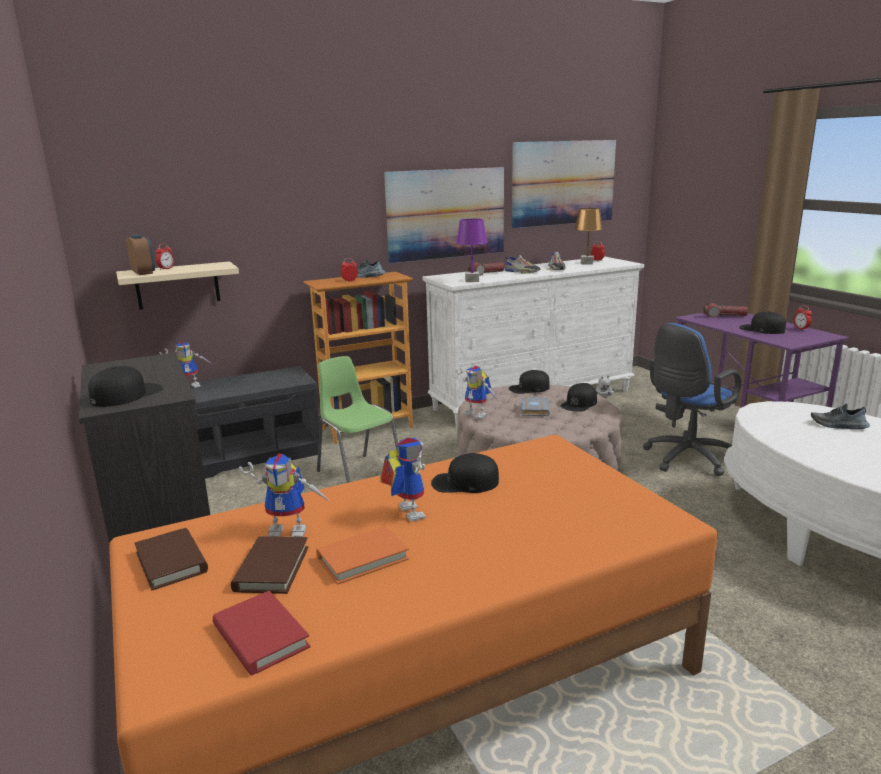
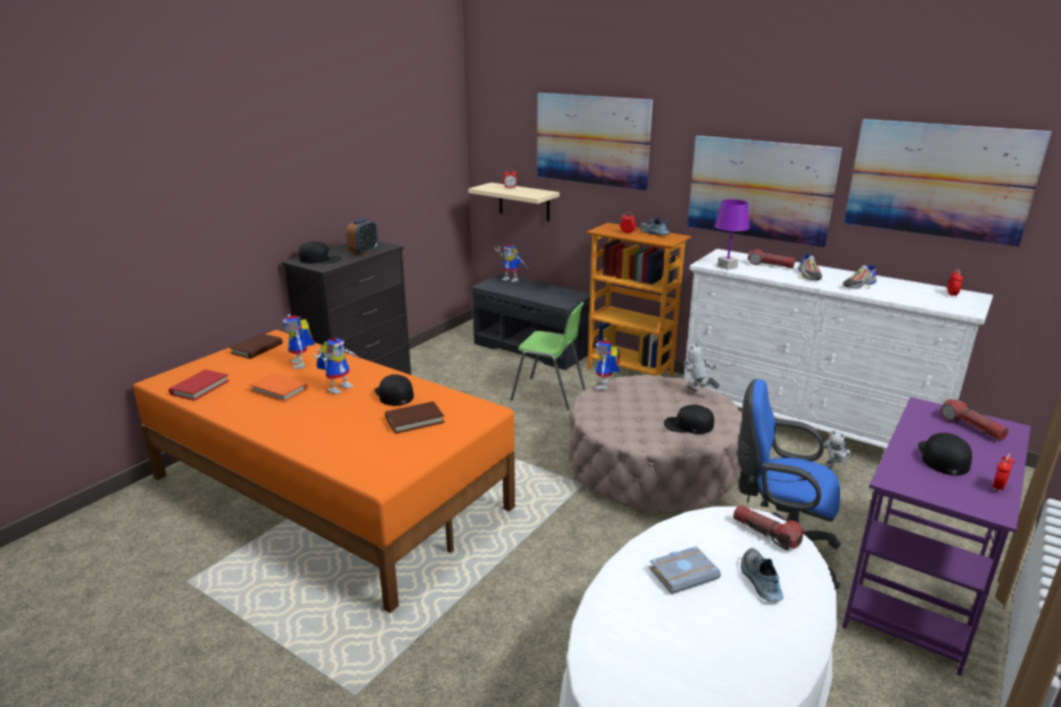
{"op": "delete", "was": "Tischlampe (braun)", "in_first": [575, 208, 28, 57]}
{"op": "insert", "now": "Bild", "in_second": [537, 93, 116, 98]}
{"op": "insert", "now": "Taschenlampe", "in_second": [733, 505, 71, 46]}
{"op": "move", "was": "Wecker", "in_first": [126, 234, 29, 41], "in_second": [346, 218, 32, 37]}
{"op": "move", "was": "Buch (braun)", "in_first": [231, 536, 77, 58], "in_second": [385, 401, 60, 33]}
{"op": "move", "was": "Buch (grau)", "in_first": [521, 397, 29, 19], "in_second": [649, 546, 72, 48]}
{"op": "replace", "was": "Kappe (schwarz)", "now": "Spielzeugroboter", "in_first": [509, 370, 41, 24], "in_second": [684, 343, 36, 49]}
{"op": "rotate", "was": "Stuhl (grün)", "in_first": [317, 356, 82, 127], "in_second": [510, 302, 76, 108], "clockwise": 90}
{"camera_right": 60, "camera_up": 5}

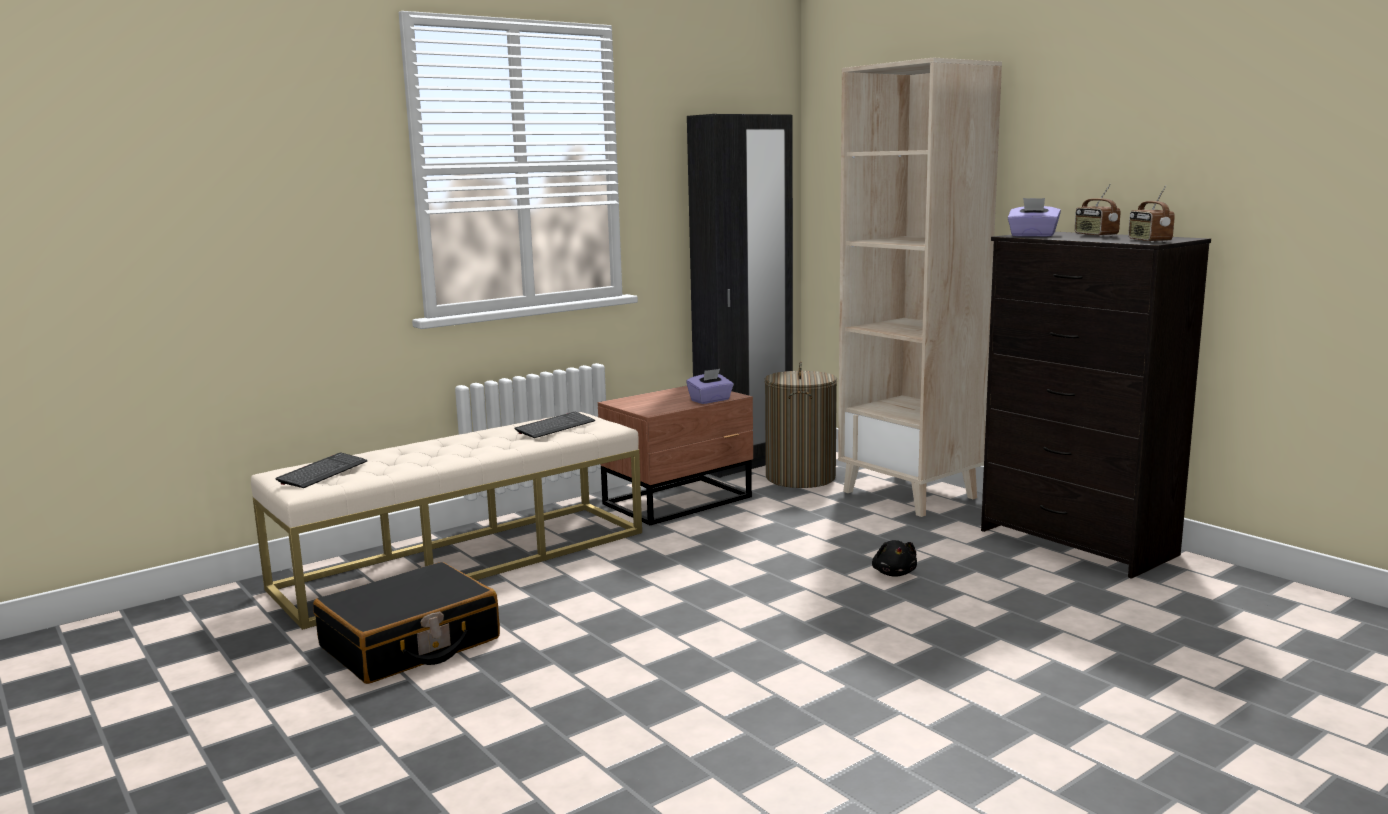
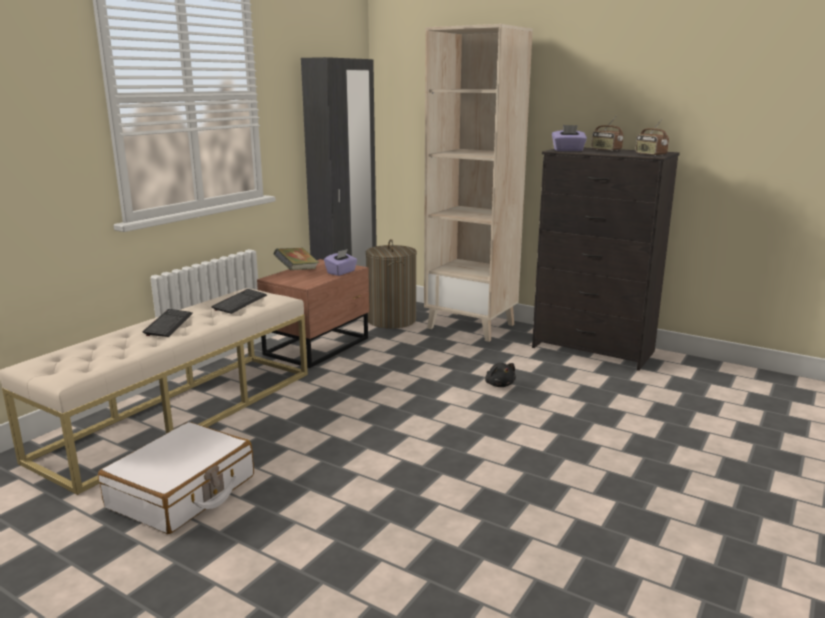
{"op": "insert", "now": "Buch", "in_second": [274, 248, 45, 22]}
{"op": "move", "was": "Tastatur", "in_first": [275, 453, 93, 35], "in_second": [143, 309, 50, 28]}
{"op": "recolor", "was": "Koffer (schwarz)", "now": "Koffer (weiß)", "in_first": [313, 562, 187, 122], "in_second": [98, 422, 156, 112]}
{"camera_right": -20, "camera_up": 5}

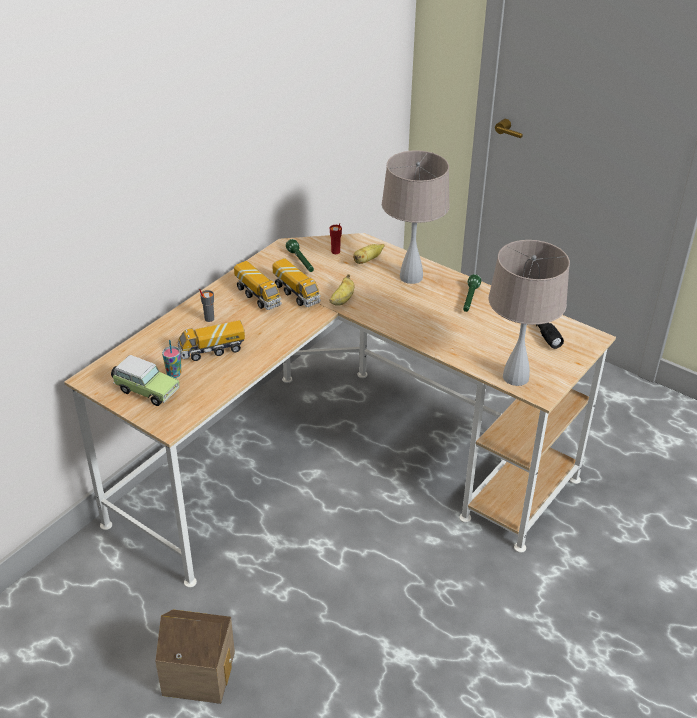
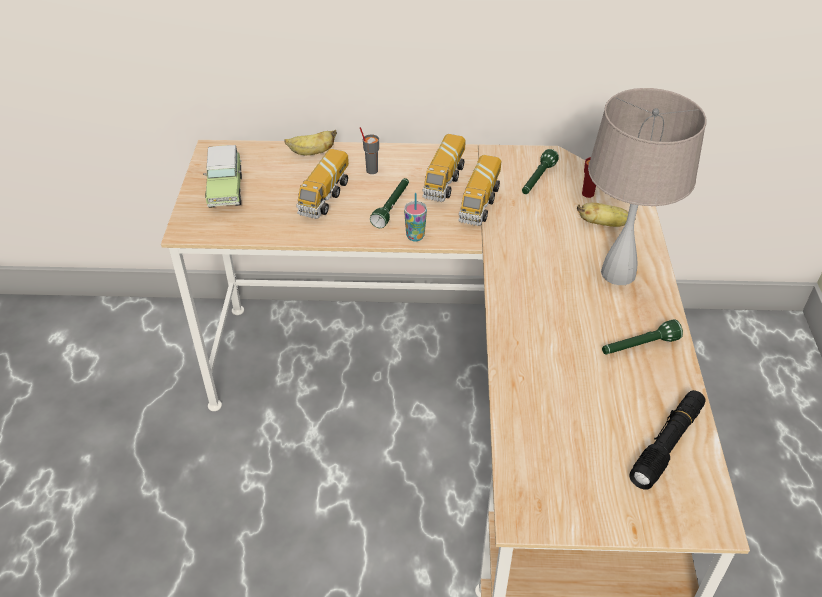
{"op": "delete", "was": "Spielzeughaus", "in_first": [155, 609, 80, 95]}
{"op": "delete", "was": "Tischlampe (beige)", "in_first": [488, 240, 82, 146]}
{"op": "insert", "now": "Taschenlampe (grün)", "in_second": [370, 178, 39, 50]}
{"op": "move", "was": "Tasse", "in_first": [162, 340, 19, 38], "in_second": [404, 193, 23, 48]}
{"op": "move", "was": "Banane", "in_first": [329, 274, 26, 32], "in_second": [284, 130, 53, 25]}
{"op": "rotate", "was": "Spielzeuglaster", "in_first": [178, 320, 67, 41], "in_second": [296, 149, 53, 70], "clockwise": -105}
{"camera_right": 55, "camera_up": 5}

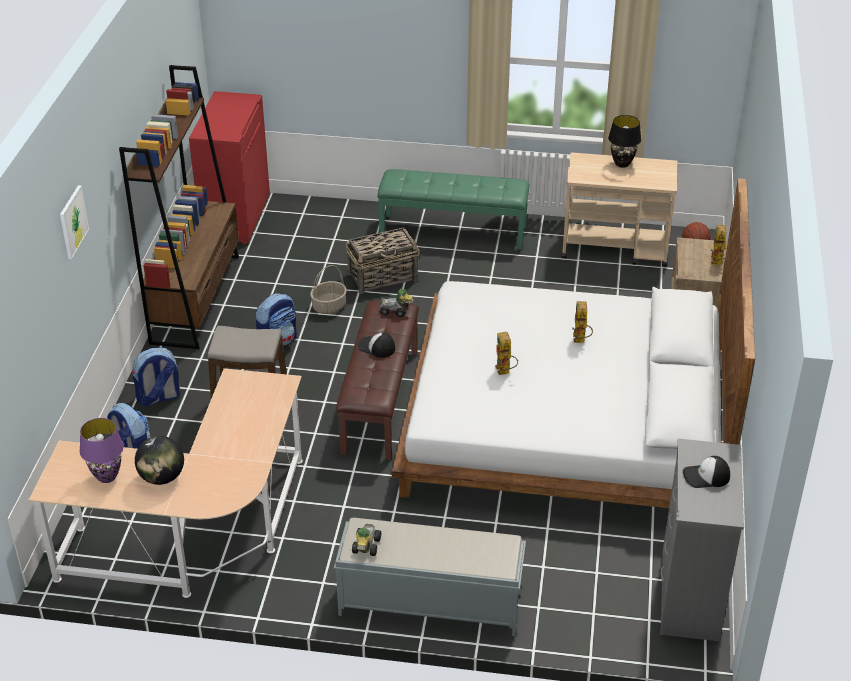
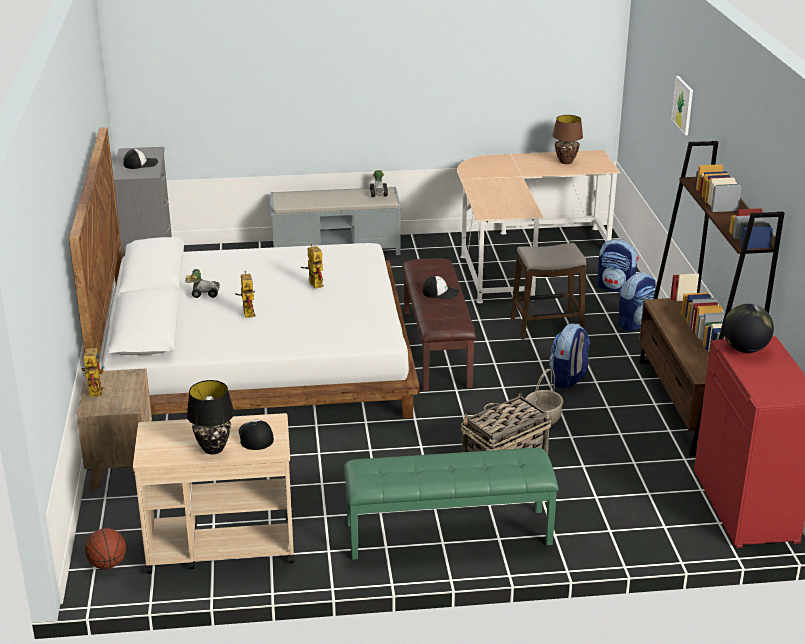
{"op": "insert", "now": "Kappe", "in_second": [239, 420, 35, 30]}
{"op": "move", "was": "Globus", "in_first": [135, 436, 49, 49], "in_second": [723, 304, 51, 49]}
{"op": "move", "was": "Spielzeugauto", "in_first": [380, 289, 33, 28], "in_second": [185, 269, 35, 29]}
{"op": "recolor", "was": "Tischlampe (lila)", "now": "Tischlampe (braun)", "in_first": [79, 418, 45, 65], "in_second": [552, 115, 31, 49]}
{"camera_right": 165, "camera_up": -10}

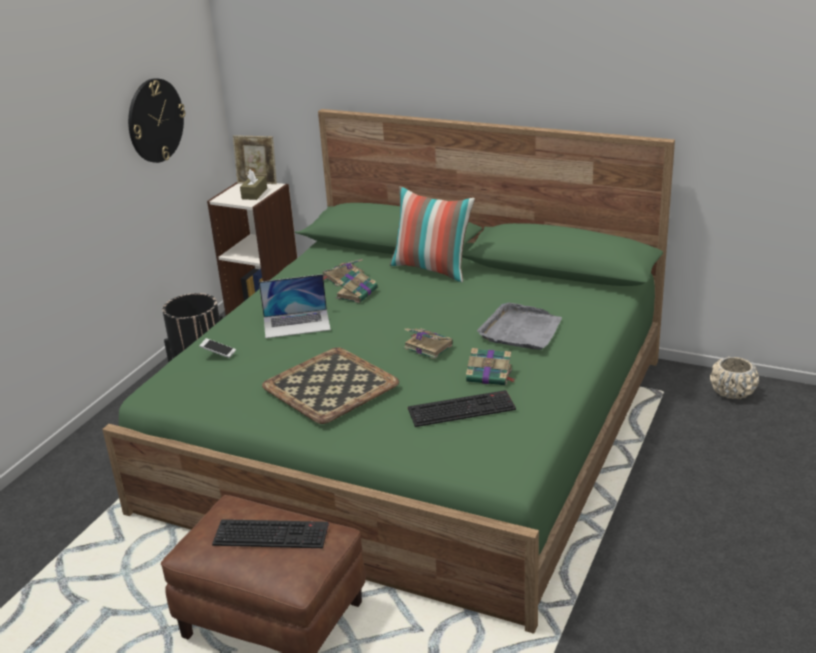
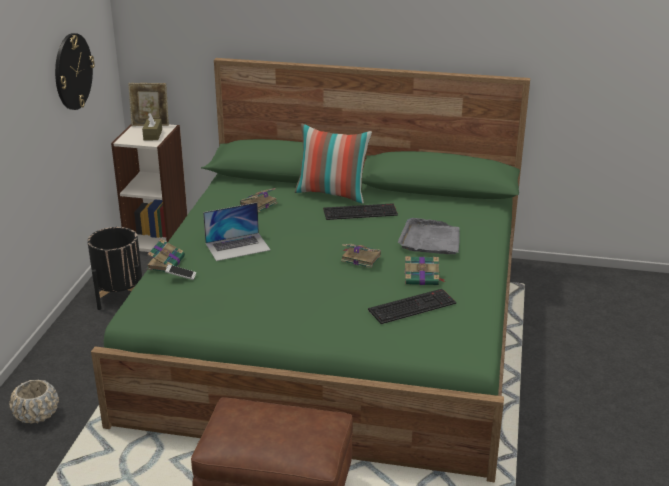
{"op": "delete", "was": "Tablett", "in_first": [262, 347, 137, 77]}
{"op": "move", "was": "Tastatur", "in_first": [212, 519, 117, 29], "in_second": [323, 203, 75, 17]}
{"op": "move", "was": "Buch", "in_first": [336, 268, 42, 35], "in_second": [146, 239, 39, 32]}
{"op": "move", "was": "Pflanzkübel (beige)", "in_first": [710, 357, 49, 42], "in_second": [9, 380, 50, 44]}
{"camera_right": -15, "camera_up": 0}

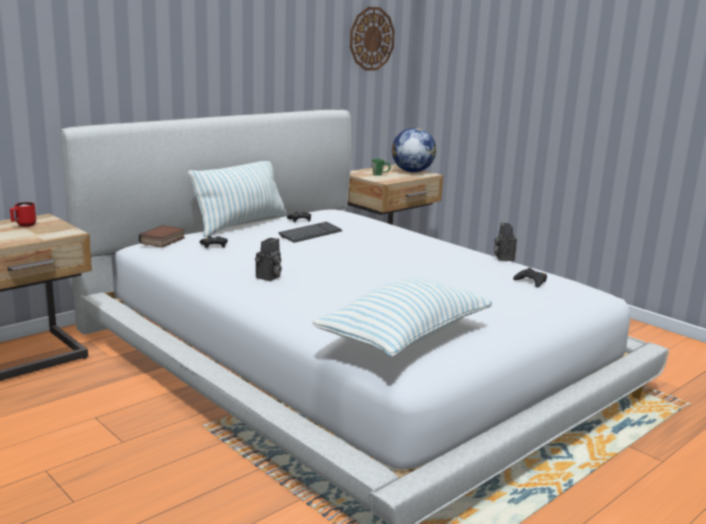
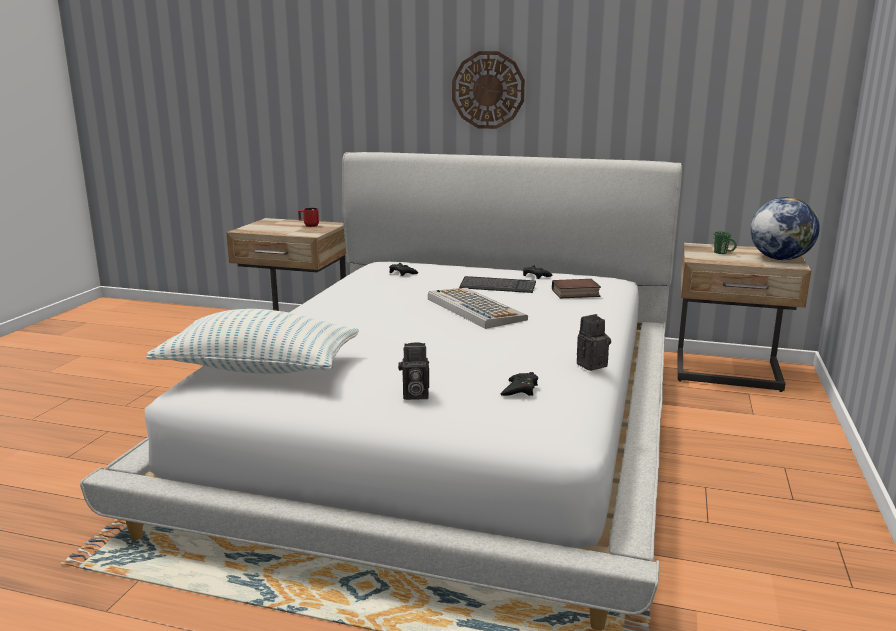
{"op": "delete", "was": "Kissen", "in_first": [188, 161, 99, 76]}
{"op": "insert", "now": "Tastatur", "in_second": [428, 288, 100, 41]}
{"op": "move", "was": "Buch", "in_first": [139, 225, 46, 23], "in_second": [552, 279, 49, 19]}
{"op": "move", "was": "Kamera", "in_first": [255, 238, 27, 43], "in_second": [398, 342, 31, 58]}
{"op": "move", "was": "Wanduhr", "in_first": [350, 7, 45, 64], "in_second": [452, 51, 73, 78]}
{"camera_right": 60, "camera_up": 0}

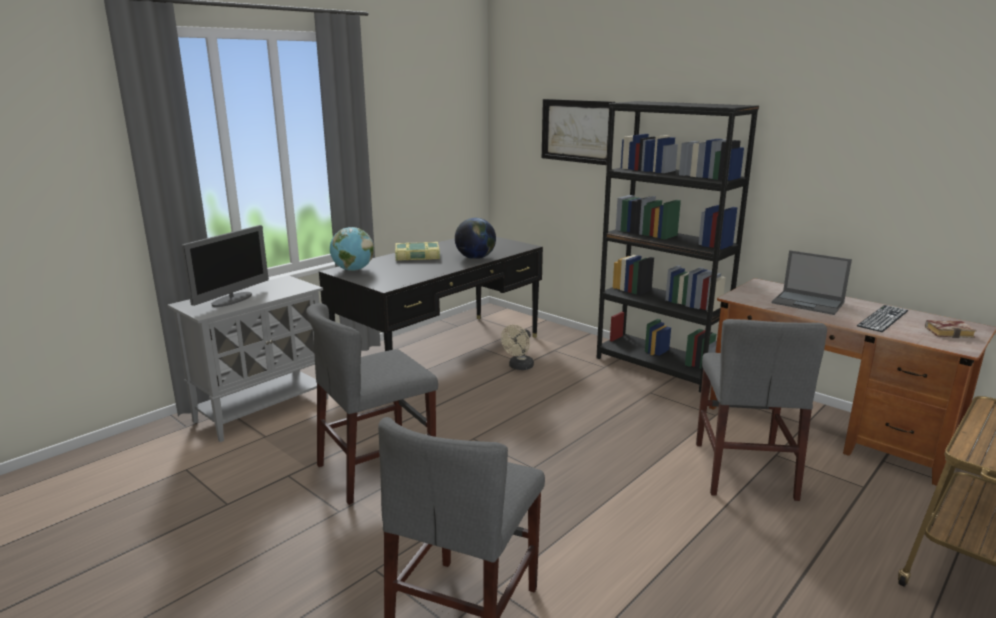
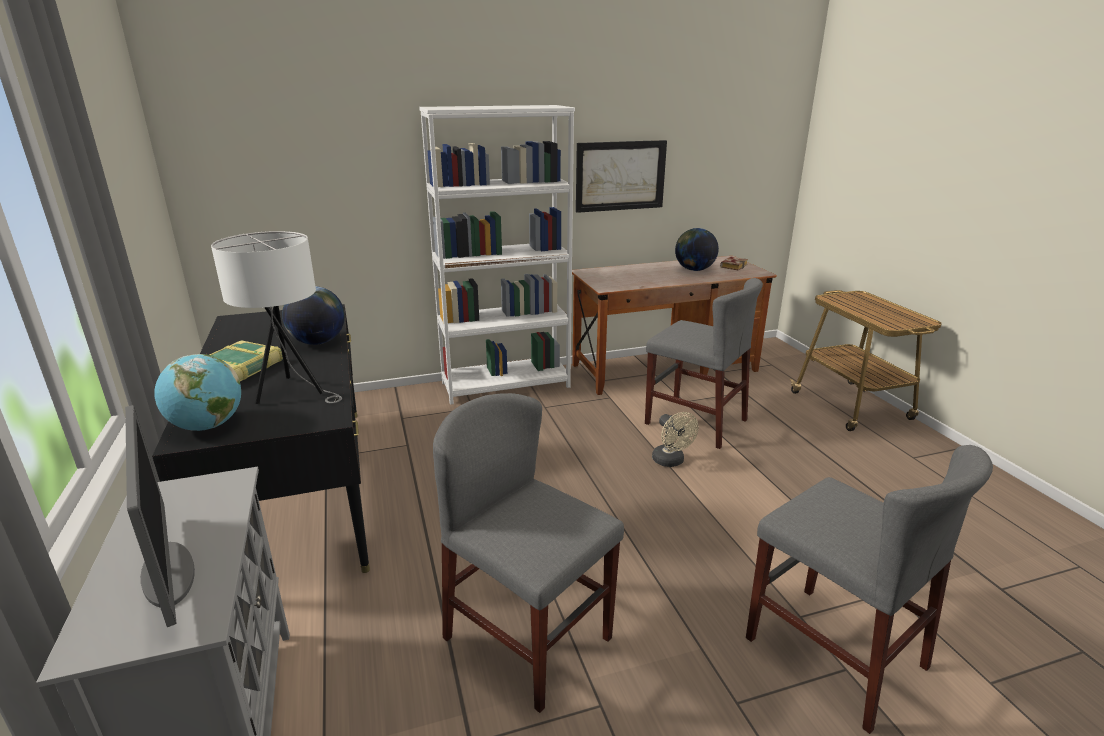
{"op": "delete", "was": "Laptop", "in_first": [772, 250, 80, 65]}
{"op": "insert", "now": "Tischlampe (weiß)", "in_second": [211, 231, 131, 173]}
{"op": "move", "was": "Ventilator (beige)", "in_first": [501, 325, 33, 45], "in_second": [652, 412, 47, 55]}
{"op": "move", "was": "Bild", "in_first": [542, 99, 73, 66], "in_second": [576, 140, 91, 73]}
{"op": "replace", "was": "Tastatur", "now": "Globus", "in_first": [857, 305, 51, 27], "in_second": [675, 228, 44, 43]}
{"op": "recolor", "was": "Bücherregal (schwarz)", "now": "Bücherregal (weiß)", "in_first": [596, 101, 163, 292], "in_second": [419, 105, 156, 300]}
{"op": "rotate", "was": "Stuhl (grau)", "in_first": [306, 303, 132, 202], "in_second": [433, 393, 191, 320], "clockwise": 135}
{"camera_right": -60, "camera_up": 5}

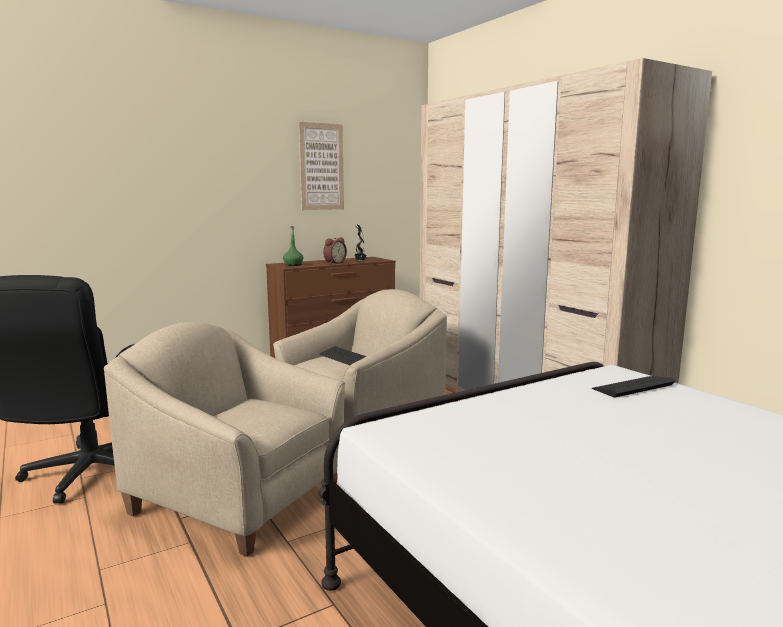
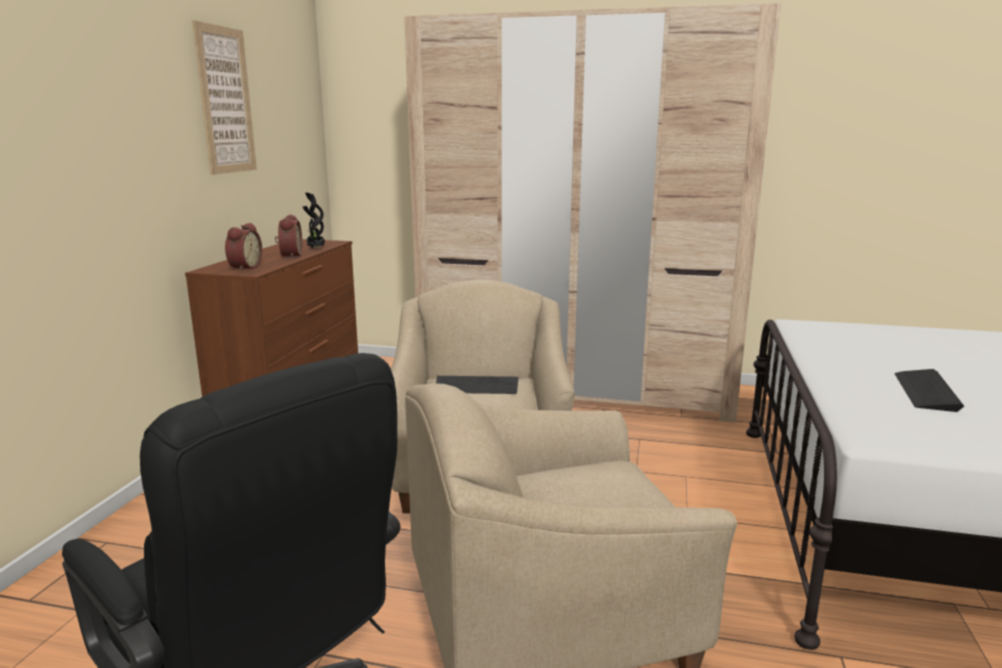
{"op": "move", "was": "Tastatur", "in_first": [592, 376, 84, 21], "in_second": [895, 369, 69, 43]}
{"op": "replace", "was": "Flasche (grün)", "now": "Wecker", "in_first": [283, 226, 20, 40], "in_second": [225, 223, 37, 48]}
{"camera_right": -45, "camera_up": 5}

